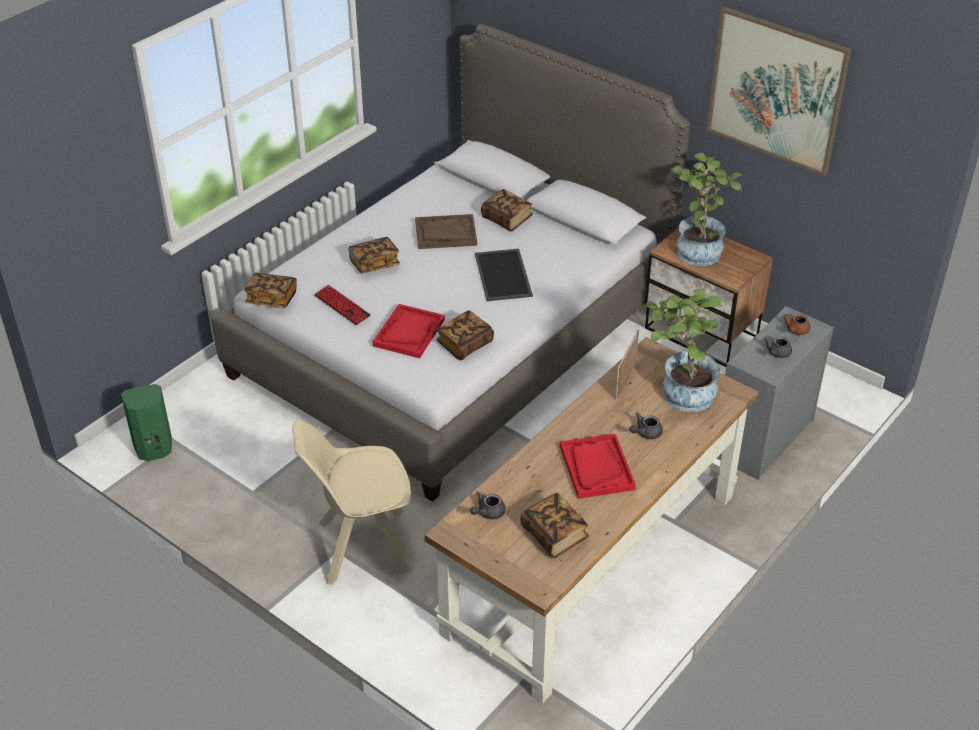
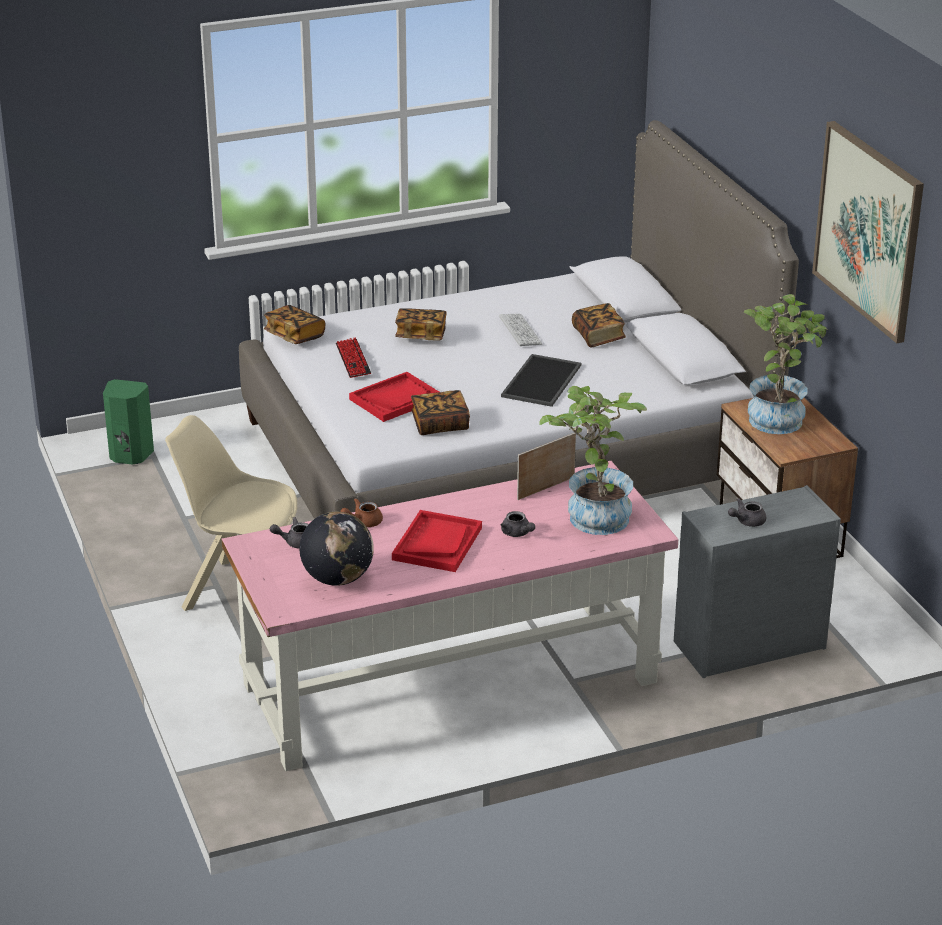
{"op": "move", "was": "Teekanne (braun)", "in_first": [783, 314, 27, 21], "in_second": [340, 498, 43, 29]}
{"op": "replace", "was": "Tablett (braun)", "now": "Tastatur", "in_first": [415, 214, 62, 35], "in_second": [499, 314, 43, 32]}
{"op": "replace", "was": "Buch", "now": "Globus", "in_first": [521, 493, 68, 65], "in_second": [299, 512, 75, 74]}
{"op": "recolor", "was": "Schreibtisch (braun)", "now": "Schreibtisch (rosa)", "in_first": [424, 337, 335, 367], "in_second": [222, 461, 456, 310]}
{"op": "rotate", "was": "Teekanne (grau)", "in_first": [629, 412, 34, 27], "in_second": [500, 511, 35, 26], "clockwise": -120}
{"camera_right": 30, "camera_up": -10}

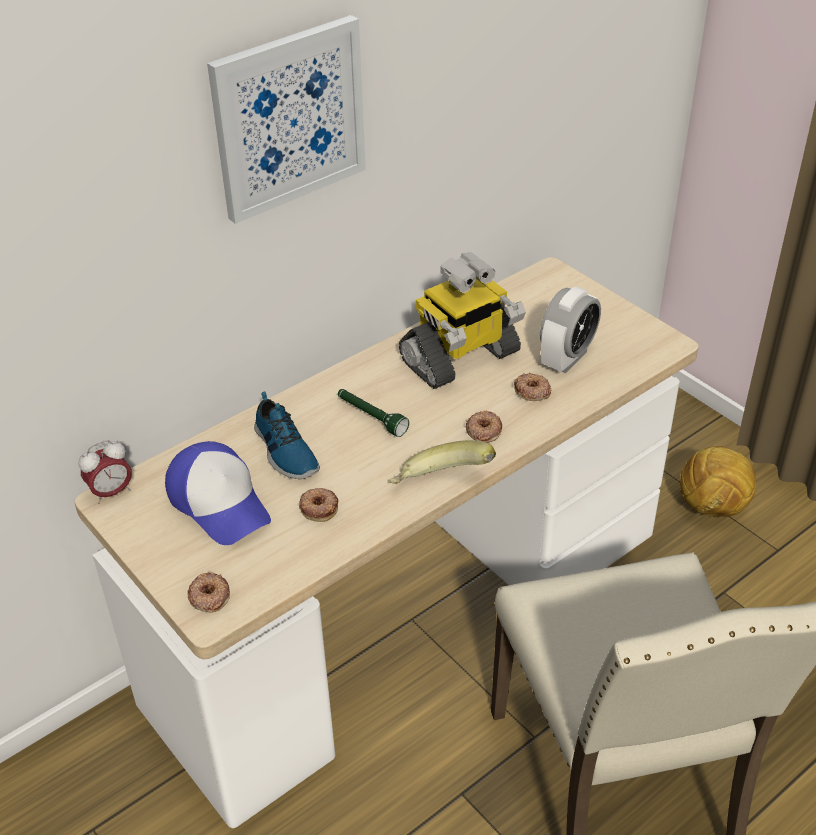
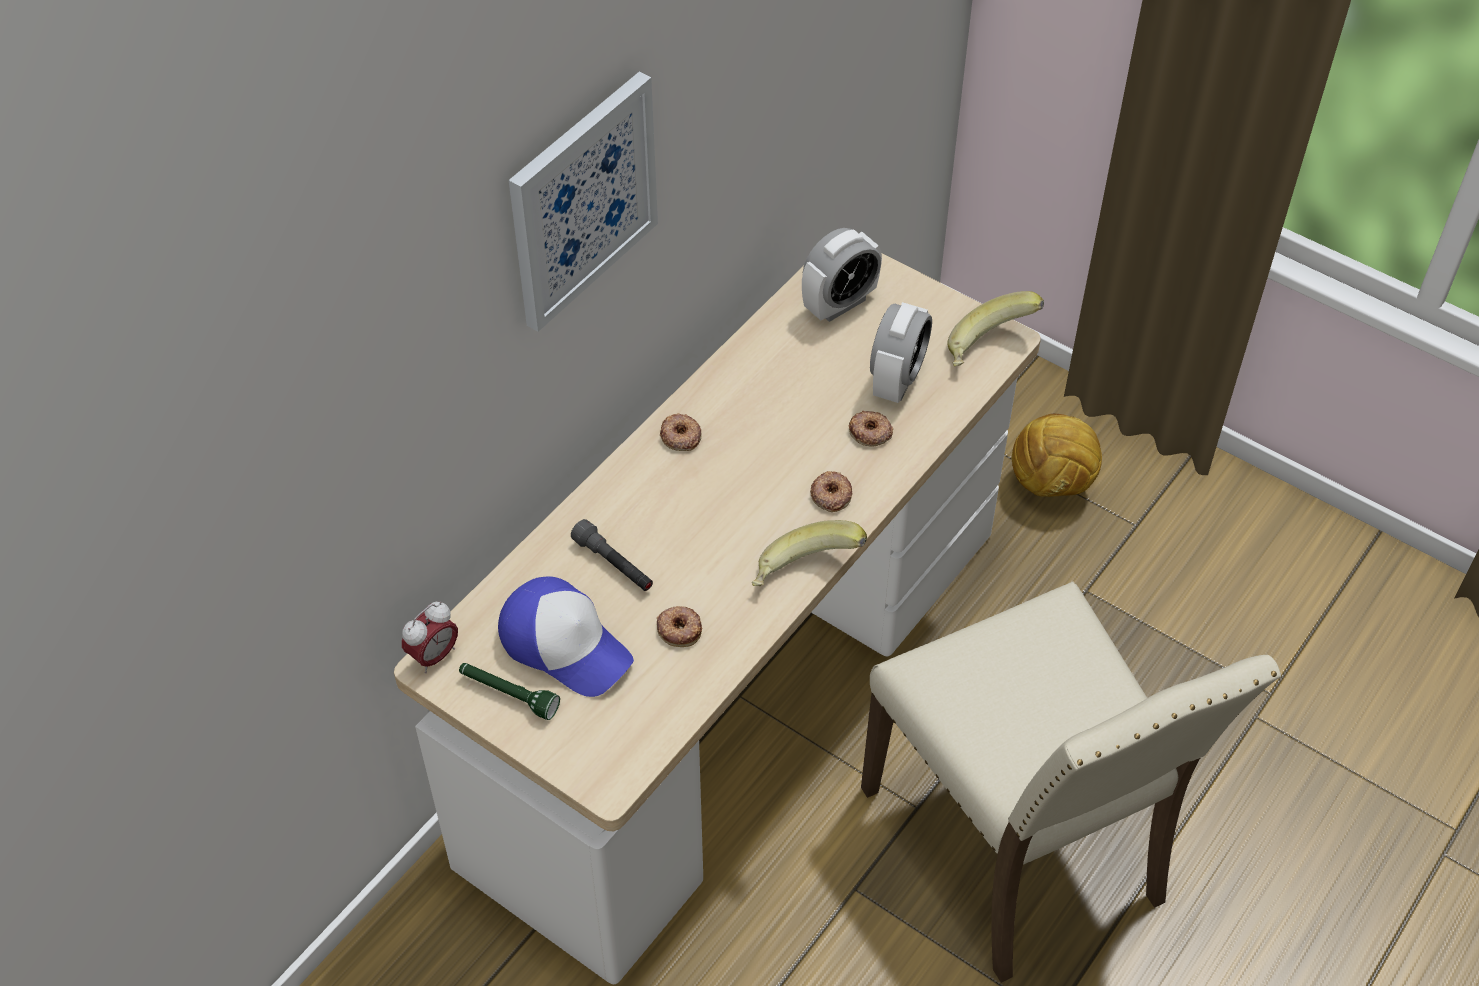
{"op": "delete", "was": "Spielzeugroboter", "in_first": [399, 253, 127, 136]}
{"op": "insert", "now": "Wecker", "in_second": [802, 228, 80, 94]}
{"op": "insert", "now": "Banane", "in_second": [947, 291, 97, 76]}
{"op": "move", "was": "Donut", "in_first": [188, 572, 42, 41], "in_second": [660, 413, 42, 38]}
{"op": "move", "was": "Taschenlampe (grün)", "in_first": [338, 389, 71, 48], "in_second": [459, 663, 101, 57]}
{"op": "replace", "was": "Schuh", "now": "Taschenlampe (grau)", "in_first": [254, 391, 66, 88], "in_second": [571, 519, 82, 72]}
{"camera_right": -15, "camera_up": 10}

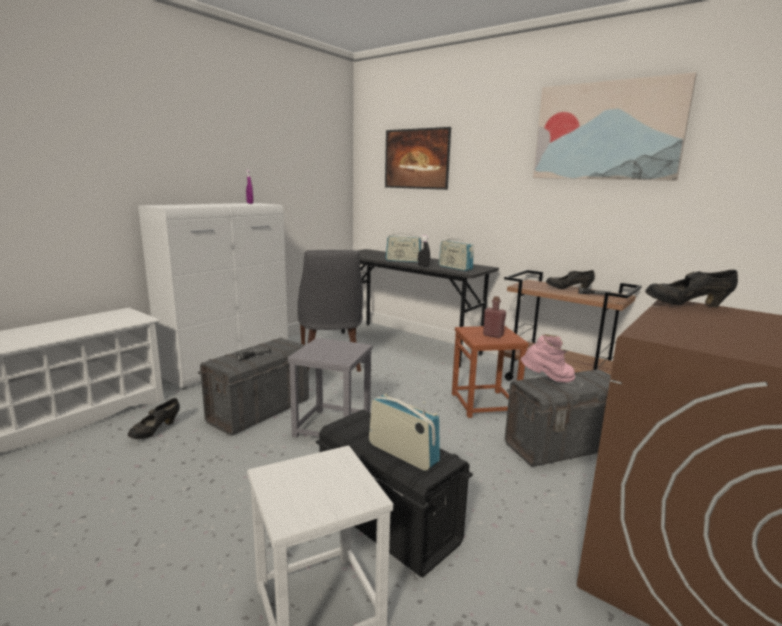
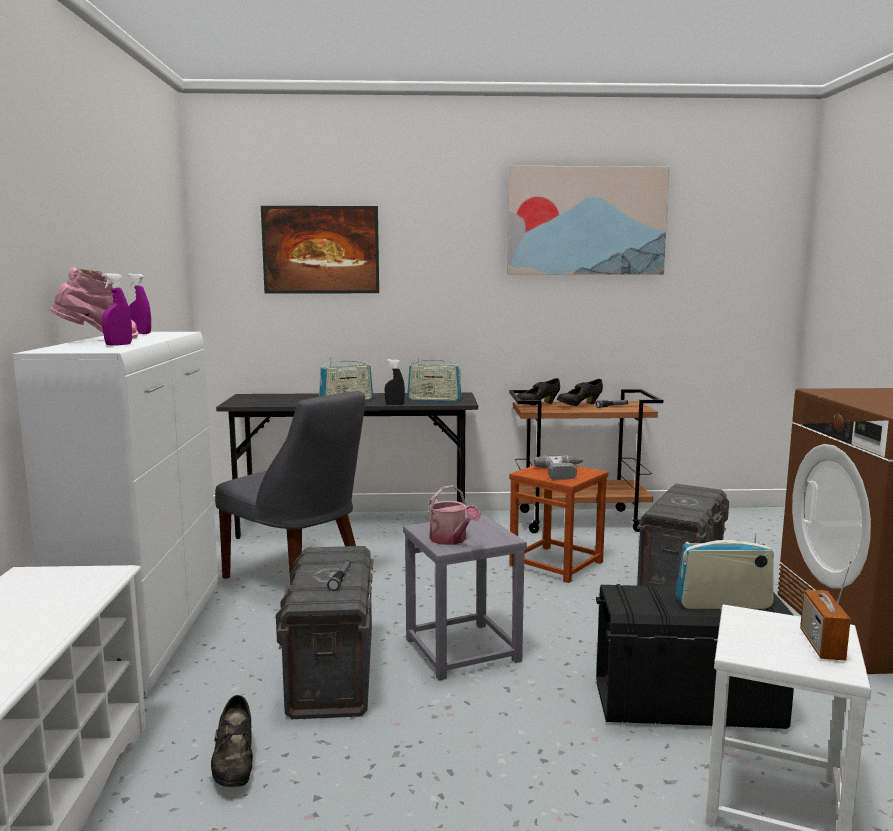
{"op": "insert", "now": "Sprühflasche (lila)", "in_second": [102, 273, 30, 72]}
{"op": "insert", "now": "Gießkanne", "in_second": [428, 485, 52, 60]}
{"op": "insert", "now": "Radio", "in_second": [800, 561, 52, 99]}
{"op": "move", "was": "Stiefel (rosa)", "in_first": [521, 334, 54, 49], "in_second": [50, 267, 89, 72]}
{"op": "move", "was": "Schuh (schwarz)", "in_first": [645, 270, 93, 37], "in_second": [517, 378, 43, 28]}
{"op": "replace", "was": "Flasche (rot)", "now": "Bohrmaschine", "in_first": [483, 296, 23, 42], "in_second": [534, 455, 50, 25]}
{"camera_right": -40, "camera_up": -5}

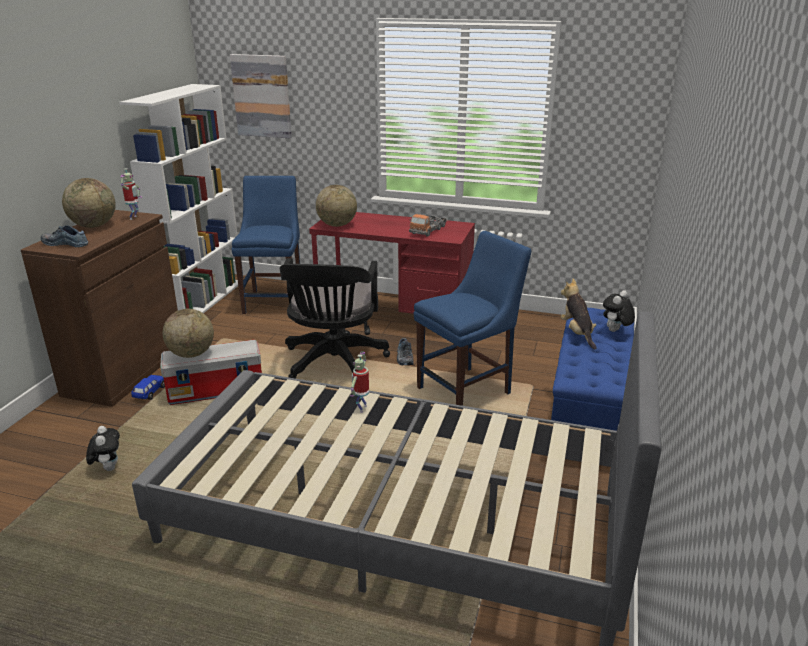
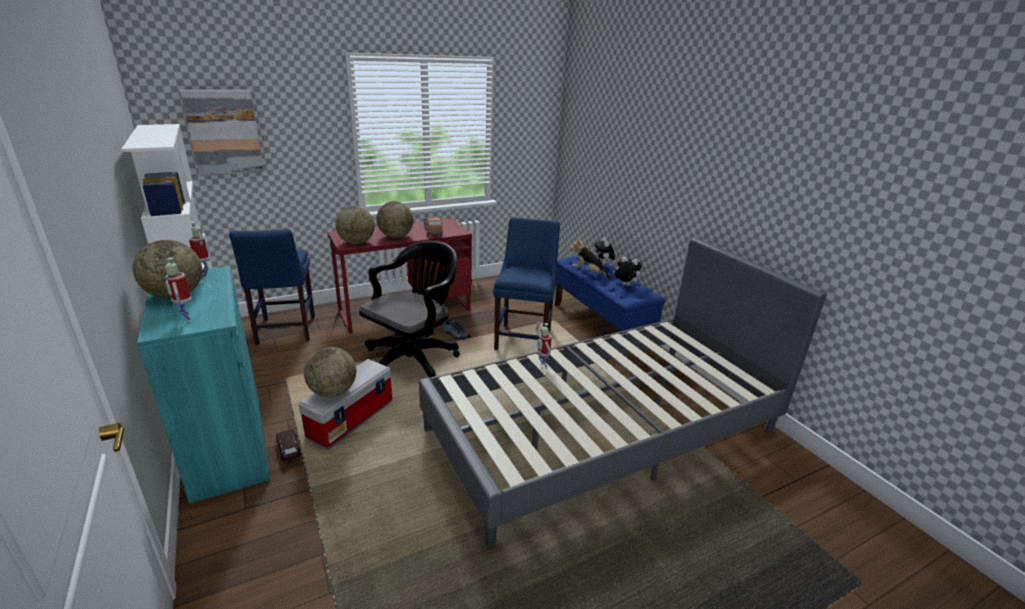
{"op": "insert", "now": "Globus", "in_second": [377, 201, 37, 37]}
{"op": "move", "was": "Plüschtier", "in_first": [86, 426, 34, 45], "in_second": [613, 256, 29, 30]}
{"op": "replace", "was": "Schuh", "now": "Spielzeugroboter", "in_first": [41, 225, 47, 22], "in_second": [162, 257, 30, 65]}
{"op": "recolor", "was": "Schrank (braun)", "now": "Schrank (türkis)", "in_first": [21, 210, 157, 197], "in_second": [137, 266, 133, 237]}
{"op": "recolor", "was": "Spielzeugauto (blau)", "now": "Spielzeugauto (braun)", "in_first": [131, 375, 34, 25], "in_second": [276, 429, 25, 32]}
{"op": "rotate", "was": "Stuhl (blau)", "in_first": [232, 176, 68, 138], "in_second": [229, 229, 86, 116], "clockwise": -150}
{"op": "rotate", "was": "Bürostuhl (schwarz)", "in_first": [280, 258, 110, 121], "in_second": [359, 241, 101, 137], "clockwise": -105}
{"camera_right": -45, "camera_up": 0}

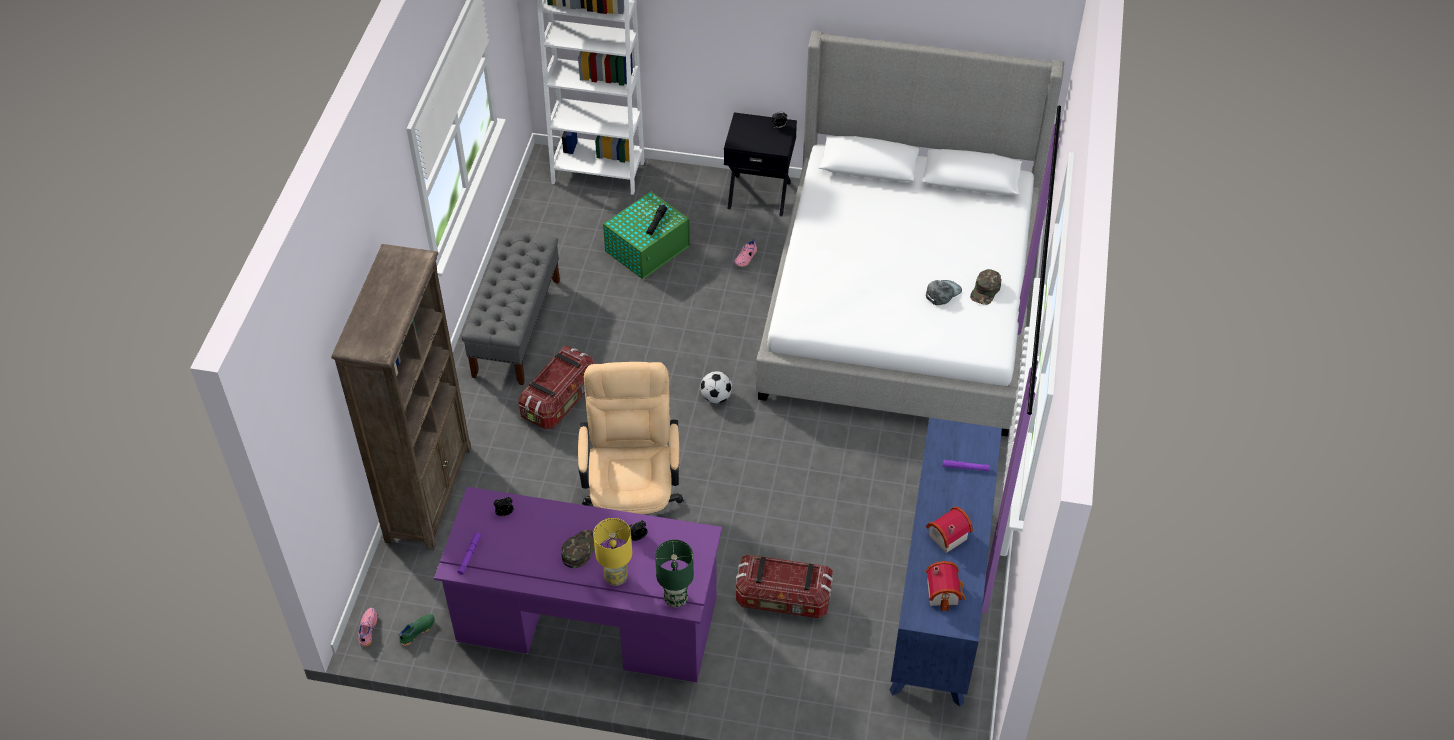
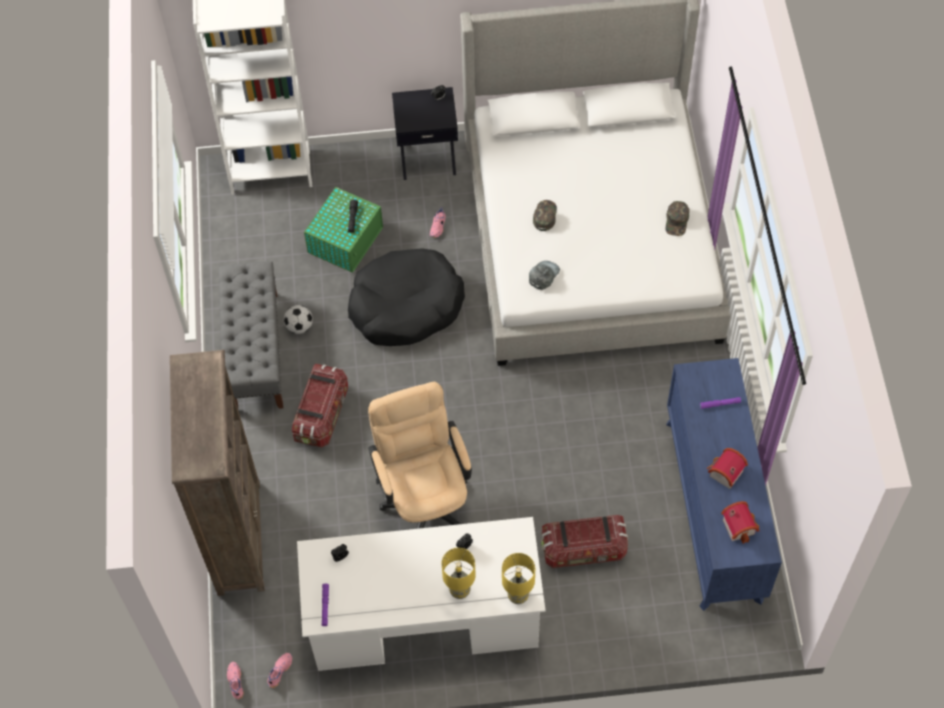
{"op": "insert", "now": "Hundebett (schwarz)", "in_second": [348, 248, 117, 98]}
{"op": "move", "was": "Kappe (grün)", "in_first": [561, 530, 34, 38], "in_second": [533, 200, 24, 31]}
{"op": "move", "was": "Fußball", "in_first": [700, 371, 32, 32], "in_second": [284, 305, 29, 29]}
{"op": "move", "was": "Kappe (grau)", "in_first": [926, 280, 36, 25], "in_second": [529, 261, 31, 29]}
{"op": "recolor", "was": "Schuh (grün)", "now": "Schuh (rosa)", "in_first": [398, 614, 37, 32], "in_second": [268, 653, 24, 35]}
{"op": "recolor", "was": "Schreibtisch (lila)", "now": "Schreibtisch (weiß)", "in_first": [434, 487, 288, 195], "in_second": [297, 517, 249, 154]}
{"op": "recolor", "was": "Tischlampe (grün)", "now": "Tischlampe (gelb)", "in_first": [655, 540, 39, 68], "in_second": [502, 553, 33, 51]}
{"camera_right": -15, "camera_up": 10}

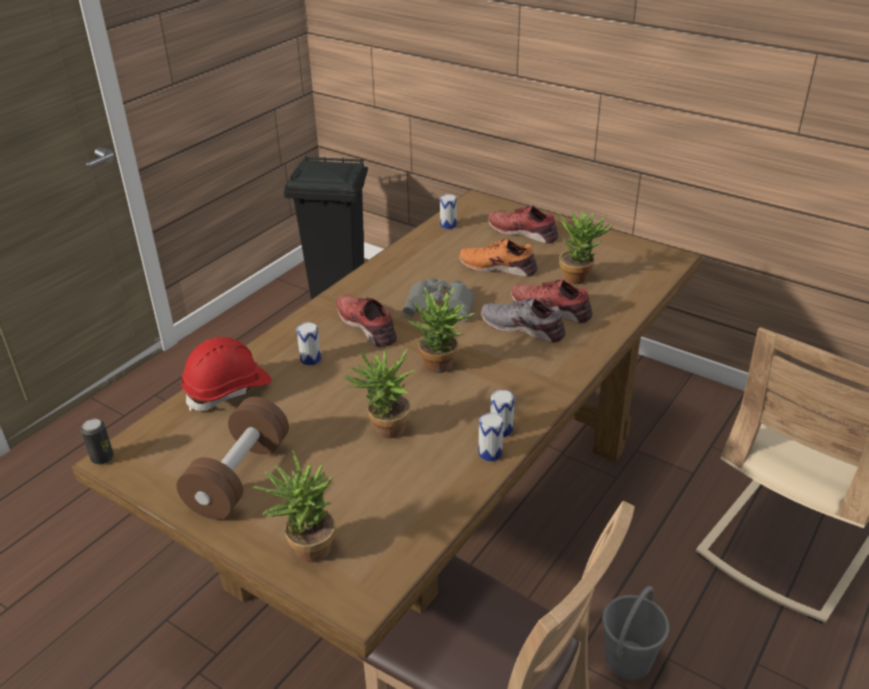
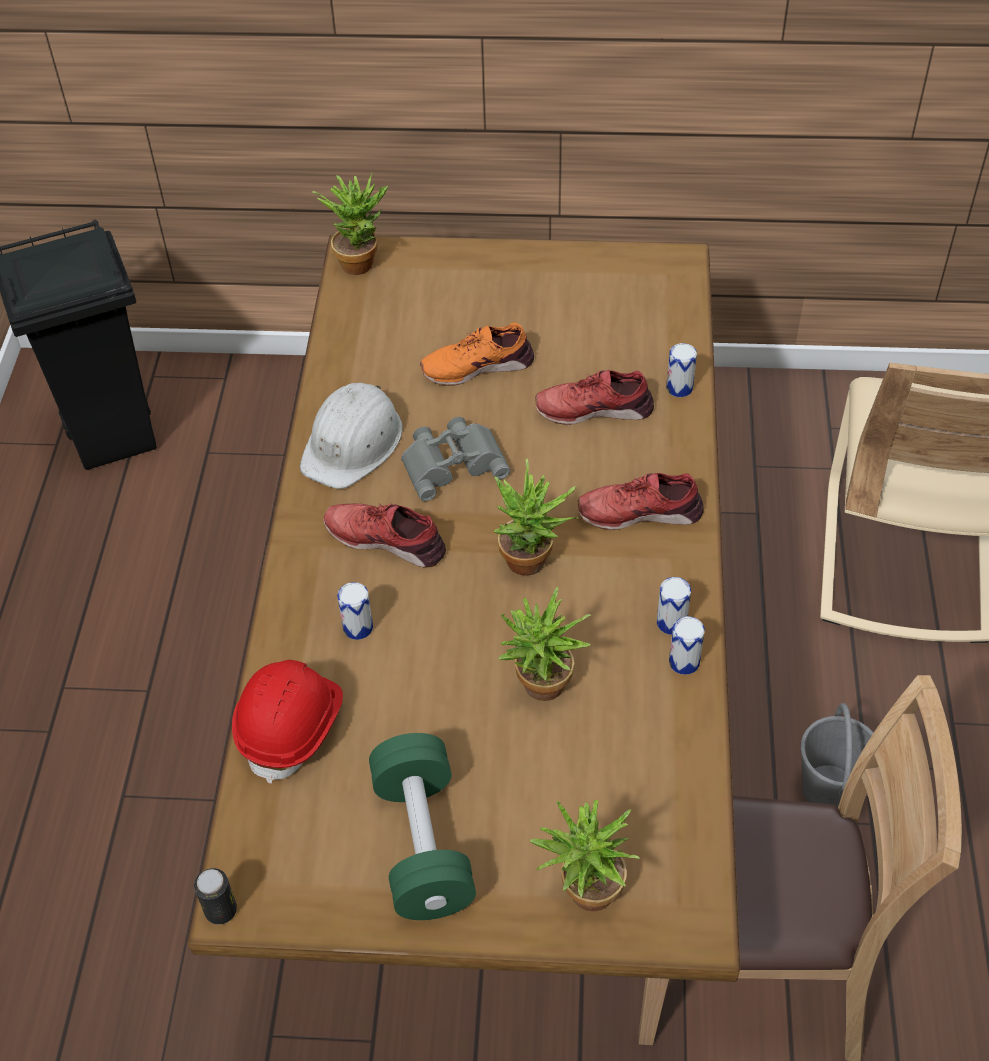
{"op": "delete", "was": "Schuh (grau)", "in_first": [481, 298, 84, 45]}
{"op": "insert", "now": "Schutzhelm (weiß)", "in_second": [300, 383, 103, 106]}
{"op": "move", "was": "Dose", "in_first": [440, 194, 17, 35], "in_second": [666, 343, 31, 54]}
{"op": "move", "was": "Schuh (rot)", "in_first": [488, 206, 70, 38], "in_second": [578, 473, 126, 57]}
{"op": "move", "was": "Topfpflanze", "in_first": [556, 211, 57, 73], "in_second": [312, 172, 76, 103]}
{"op": "recolor", "was": "Hantel (braun)", "now": "Hantel (grün)", "in_first": [177, 397, 112, 123], "in_second": [369, 733, 107, 187]}
{"camera_right": -30, "camera_up": 15}

